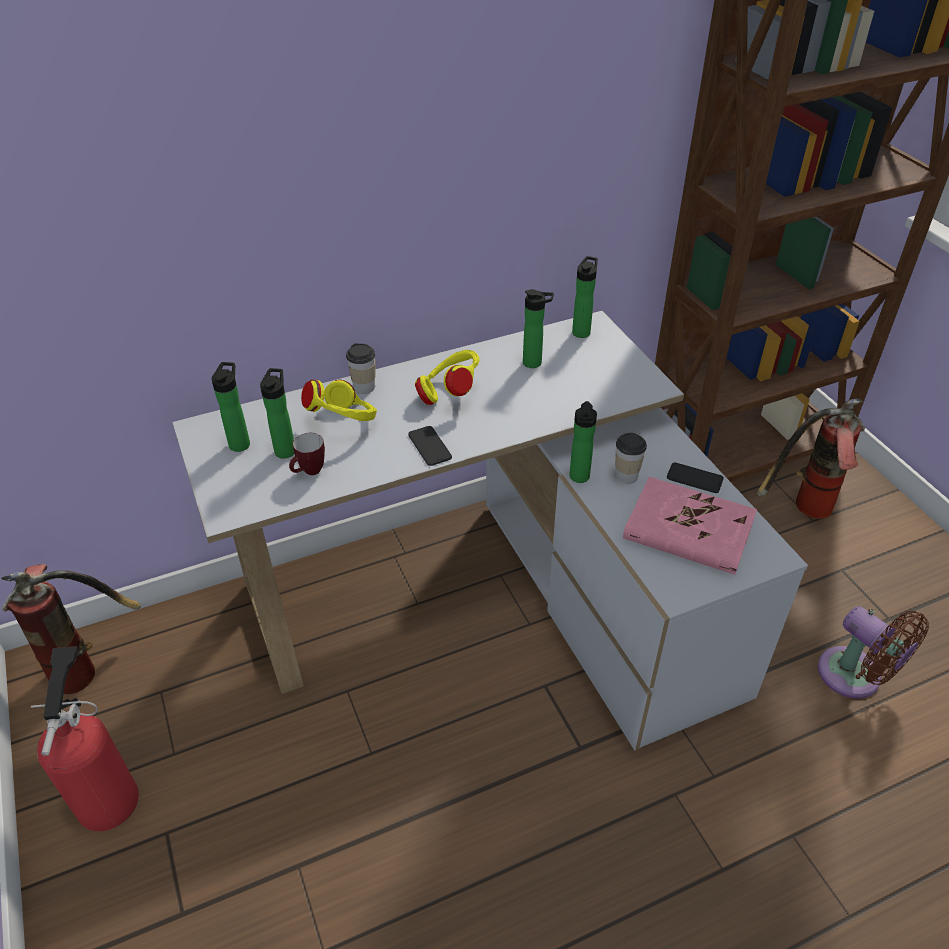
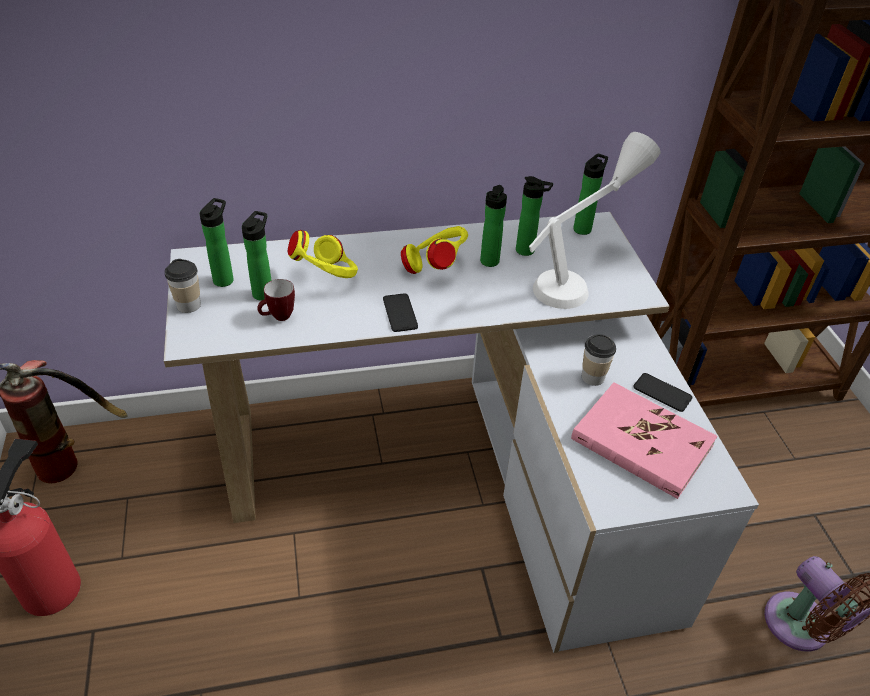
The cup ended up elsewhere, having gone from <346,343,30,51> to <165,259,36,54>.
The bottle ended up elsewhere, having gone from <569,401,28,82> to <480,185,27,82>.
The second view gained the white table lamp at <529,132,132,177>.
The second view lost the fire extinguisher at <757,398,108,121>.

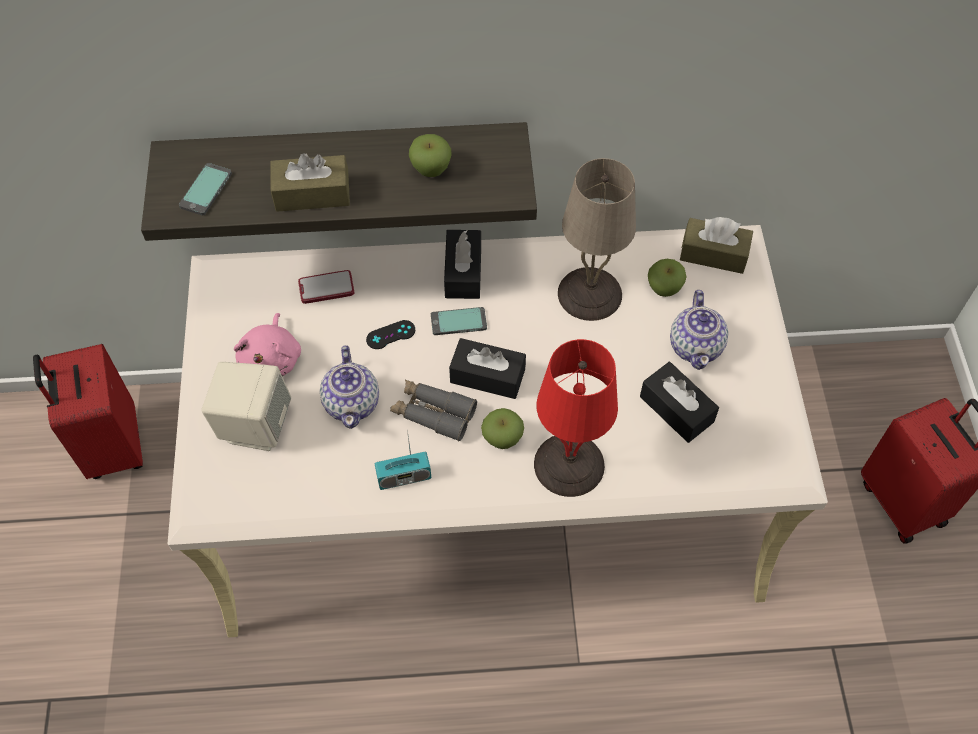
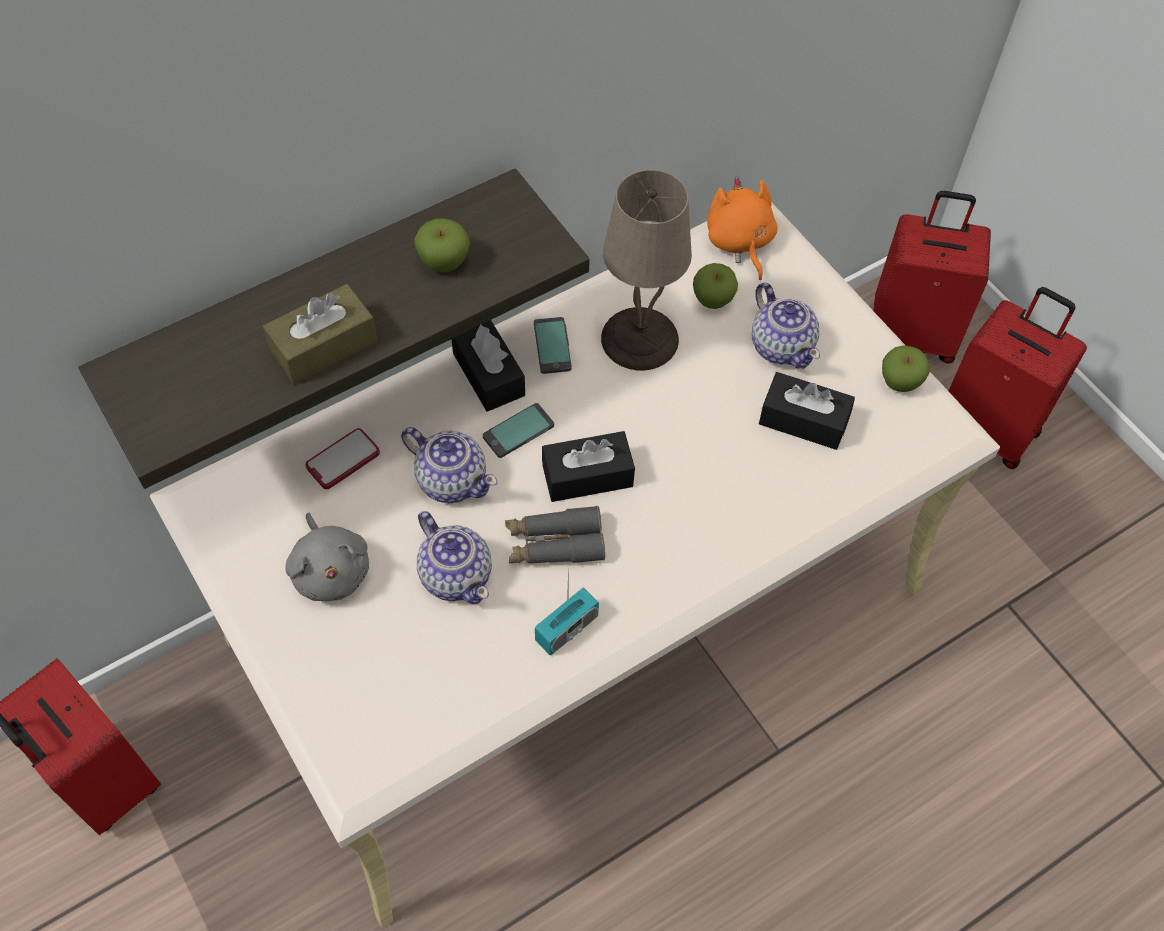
What was the pink plush toy at <234,313,67,63> turned into the grey plush toy at <285,513,84,88>.
Where the black game controller stood at <366,320,49,29>, the teapot came to stand at <401,427,96,76>.
The phone ended up elsewhere, having gone from <179,163,53,53> to <534,317,38,57>.
Where the brown tissue box stood at <680,217,73,57>, the orange plush toy came to stand at <707,176,71,104>.
The second view gained the red suitcase at <873,191,118,173>.
The apple ended up elsewhere, having gone from <481,408,43,41> to <882,346,48,46>.
The second view lost the beige speaker at <201,362,90,89>.
The second view lost the red table lamp at <534,339,84,158>.

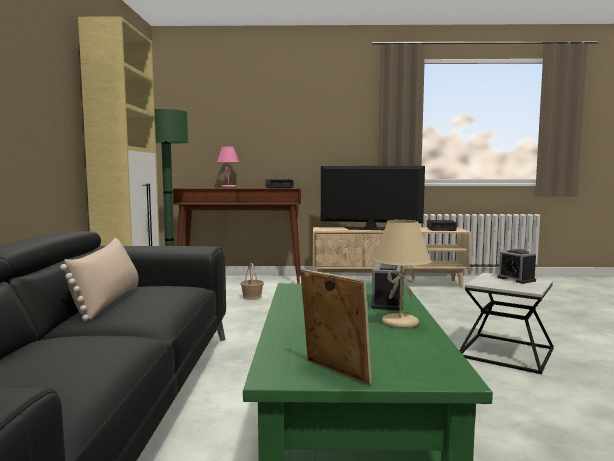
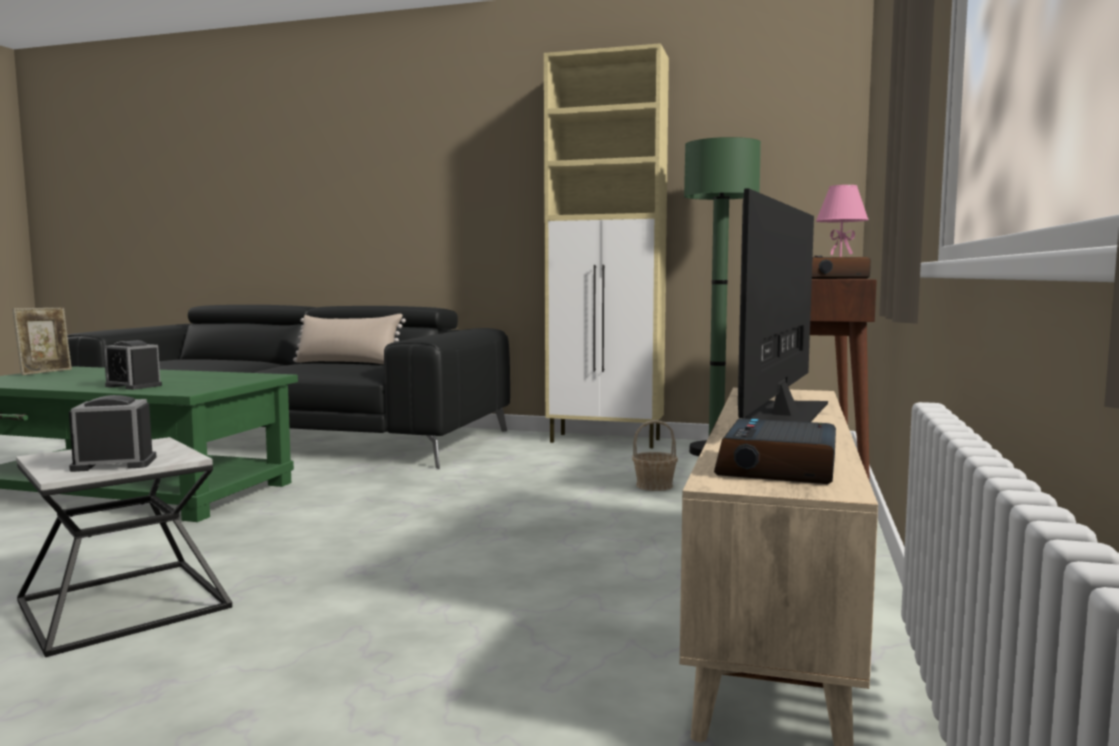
The picture frame at <300,269,72,116> ended up facing another way, 45 degrees counterclockwise from before.
The second view lost the beige table lamp at <373,220,59,109>.

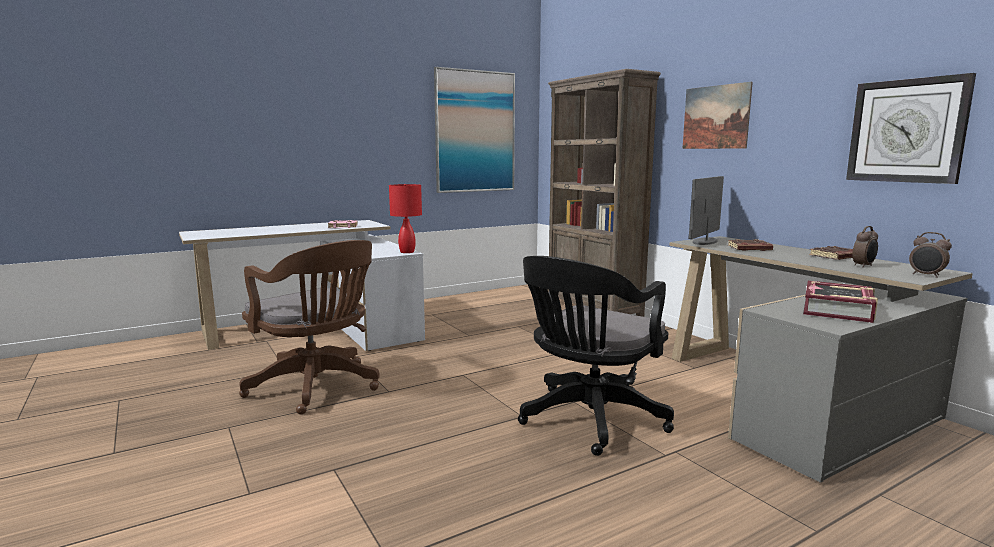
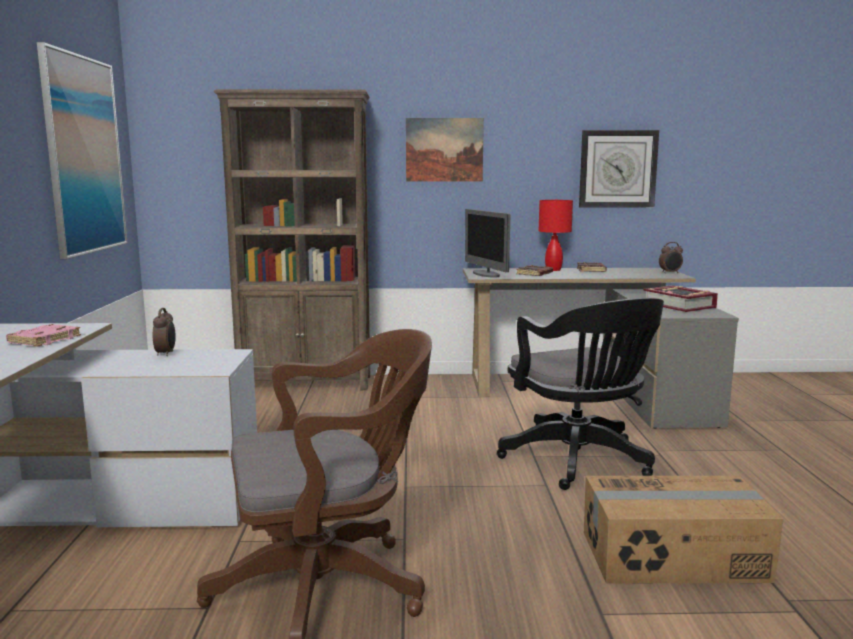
The alarm clock ended up elsewhere, having gone from <852,226,26,42> to <152,308,24,48>.
The red table lamp ended up elsewhere, having gone from <389,184,33,69> to <539,199,34,72>.
The second view gained the cardboard box at <584,476,199,107>.

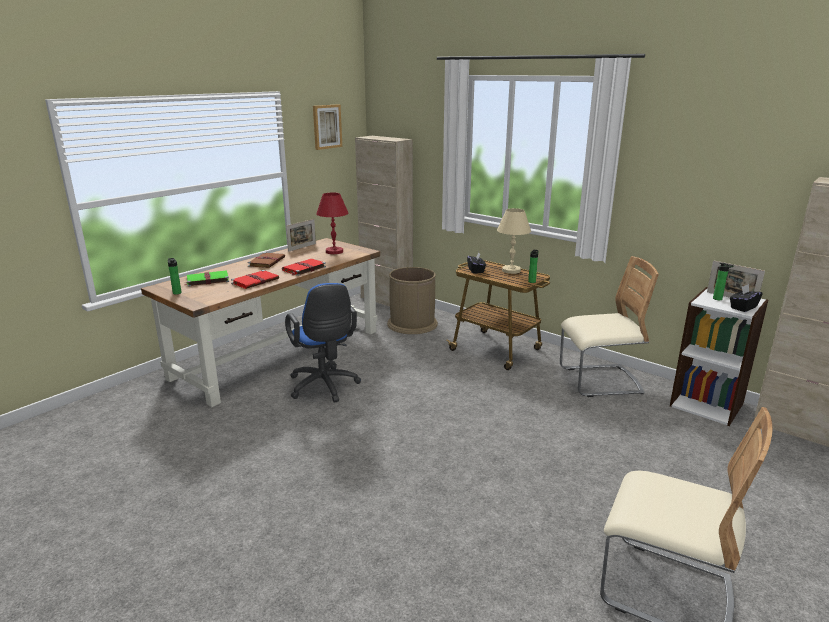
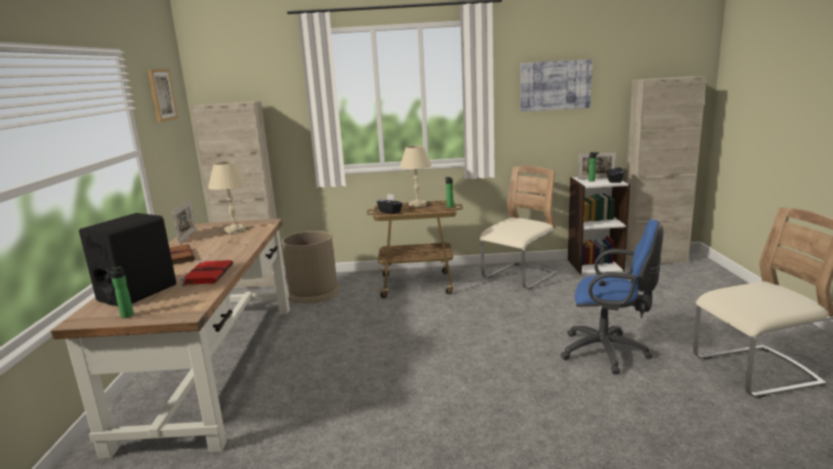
Where the green book stood at <185,270,44,17>, the black speaker came to stand at <79,213,97,93>.
What was the red table lamp at <316,193,32,61> turned into the beige table lamp at <208,161,40,73>.
The second view gained the picture at <520,59,72,53>.
The blue office chair ended up elsewhere, having gone from <285,283,76,120> to <561,220,102,154>.
The second view lost the red book at <282,259,44,17>.

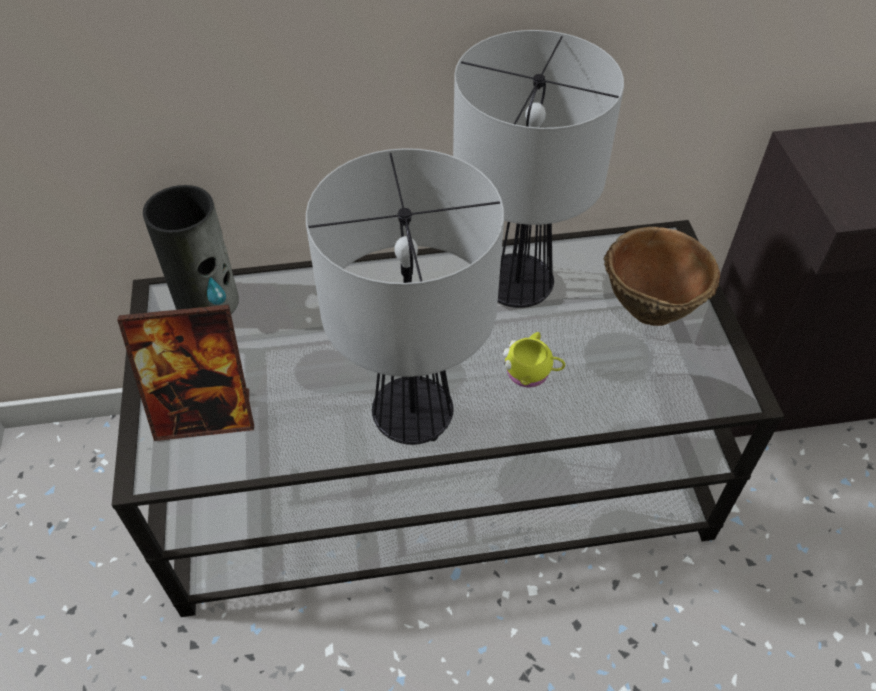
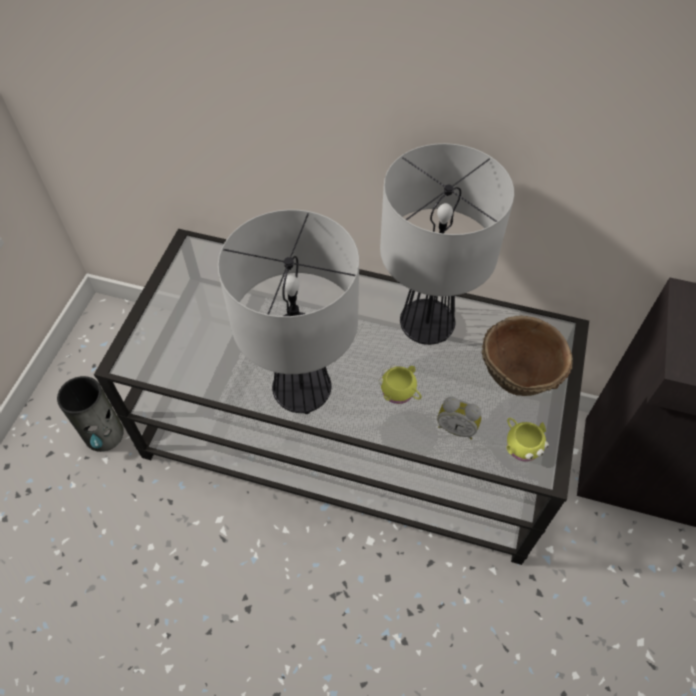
The vase ended up elsewhere, having gone from <143,185,96,129> to <57,376,67,76>.
The second view gained the alarm clock at <437,397,45,43>.
The second view gained the yellow mug at <506,417,43,45>.
The second view lost the picture frame at <117,305,137,136>.

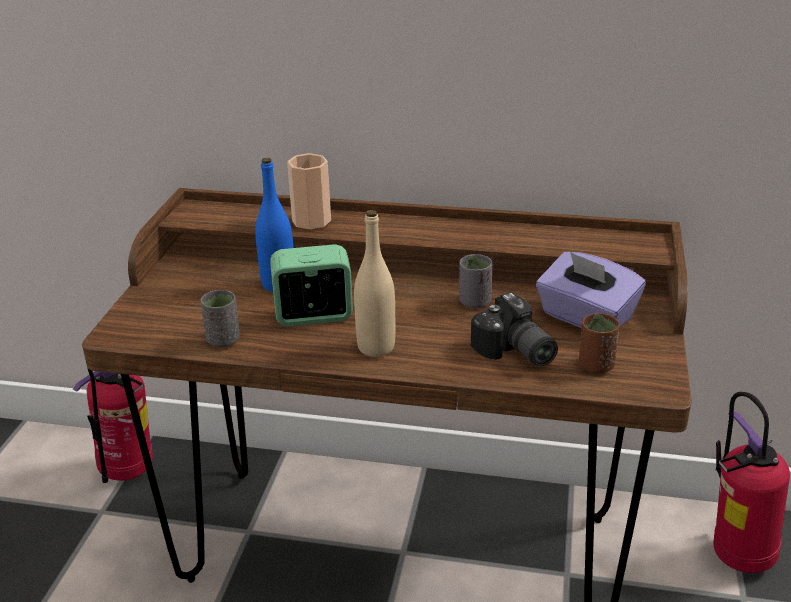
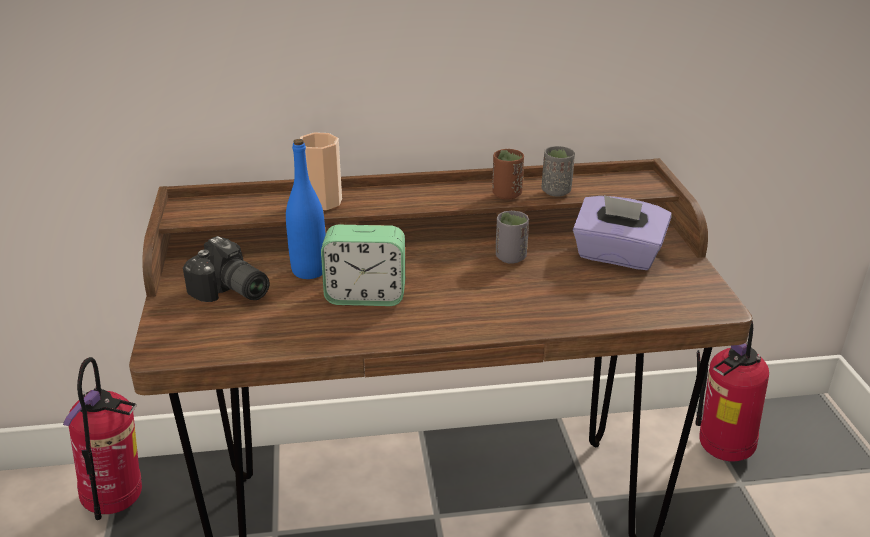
The photo camera ended up elsewhere, having gone from <471,292,87,74> to <183,236,87,66>.
The alarm clock at <270,245,83,82> ended up facing another way, 150 degrees counterclockwise from before.
The brown cup ended up elsewhere, having gone from <579,313,41,61> to <492,149,32,51>.
The grey cup ended up elsewhere, having gone from <200,290,40,57> to <541,146,34,51>.
The second view lost the beige bottle at <354,210,41,147>.

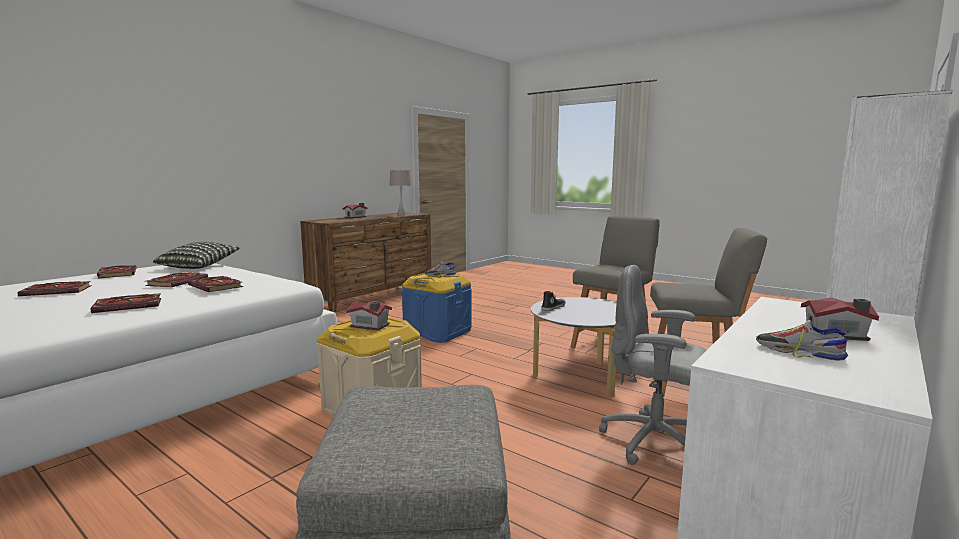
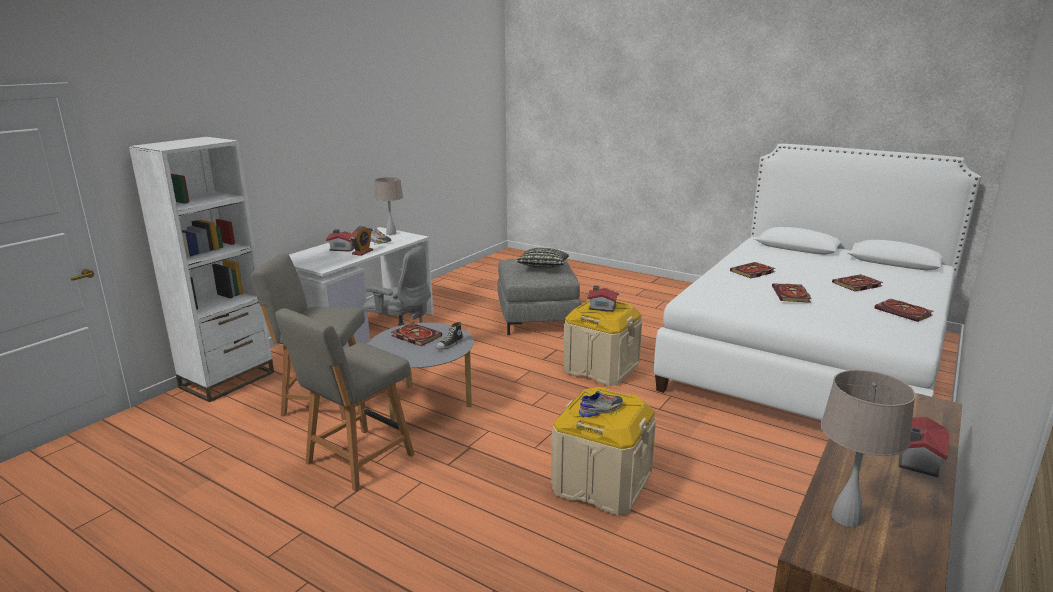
The second view gained the alarm clock at <350,226,23,30>.
The second view gained the beige table lamp at <374,177,29,58>.
The book ended up elsewhere, having gone from <188,276,55,16> to <391,323,51,23>.
The pillow ended up elsewhere, having gone from <153,242,87,27> to <516,248,53,21>.
What was the blue storage box at <402,273,70,70> turned into the beige storage box at <551,387,105,128>.

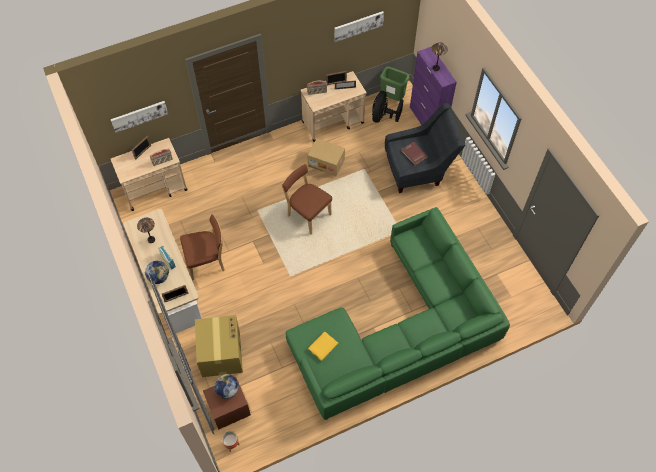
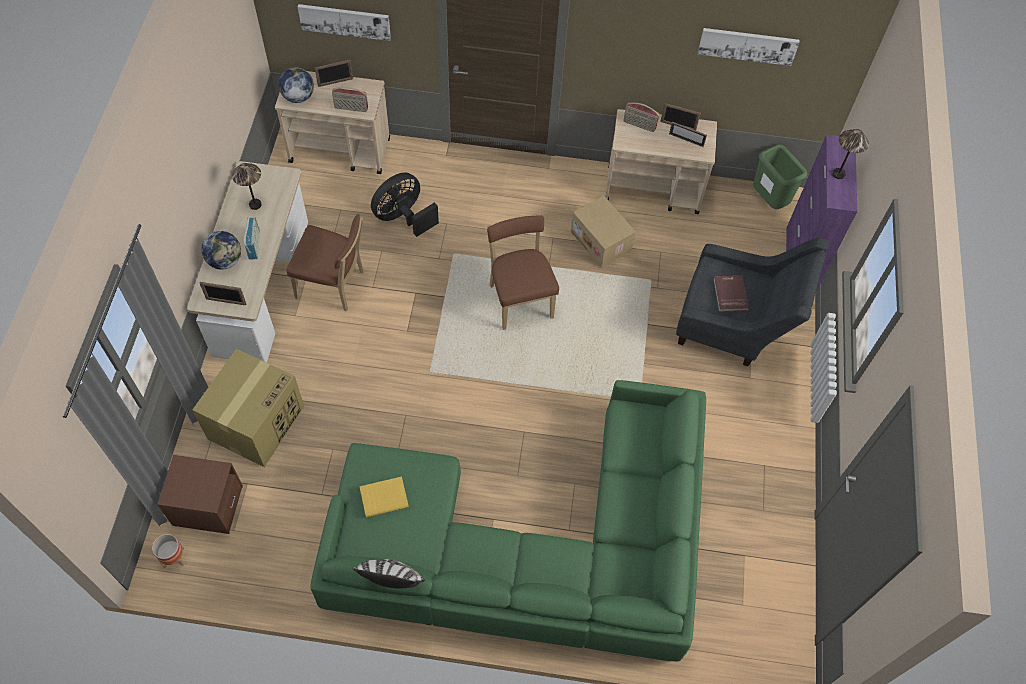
The globe ended up elsewhere, having gone from <214,374,25,25> to <278,67,36,36>.
The second view gained the pillow at <352,559,73,30>.
The black fan ended up elsewhere, having gone from <372,91,31,32> to <371,173,68,64>.

